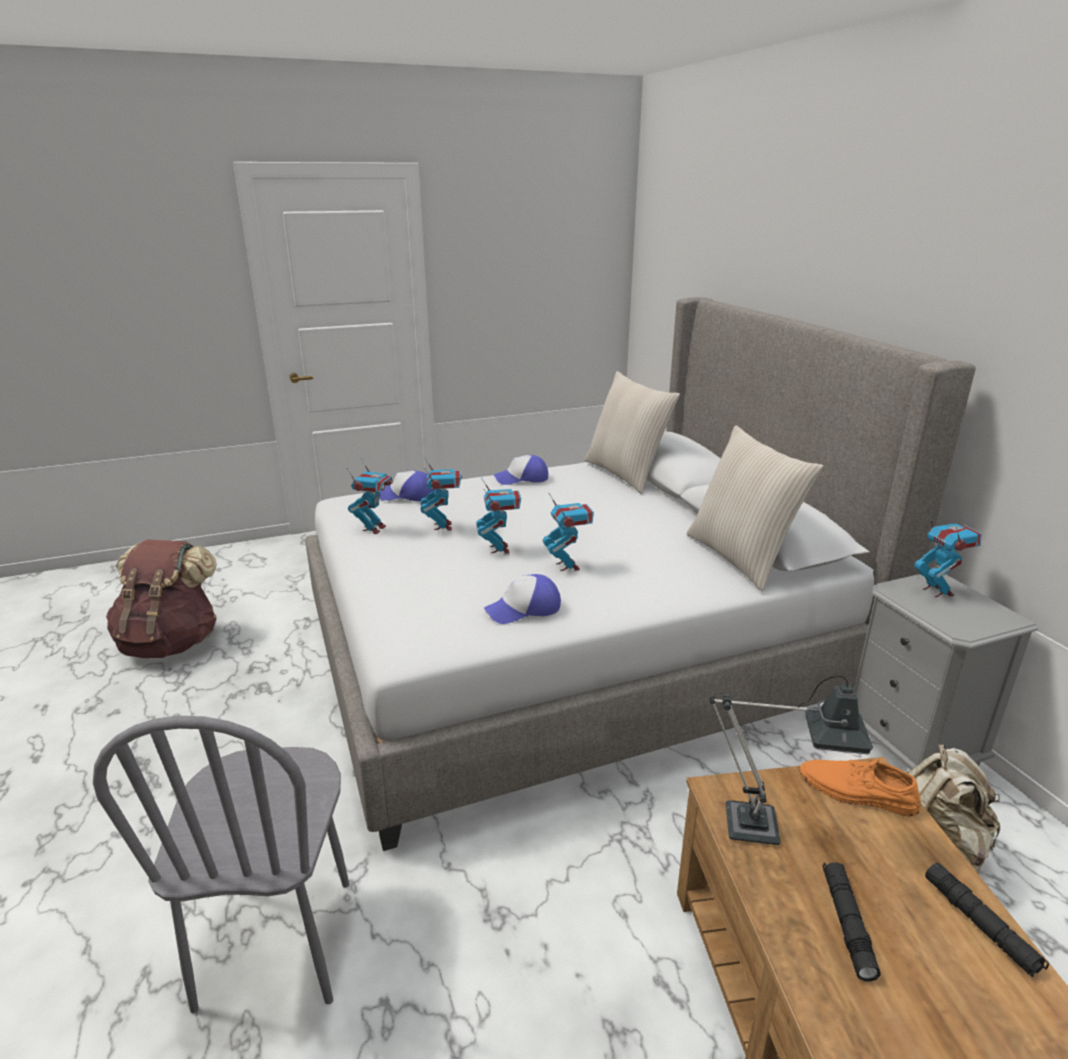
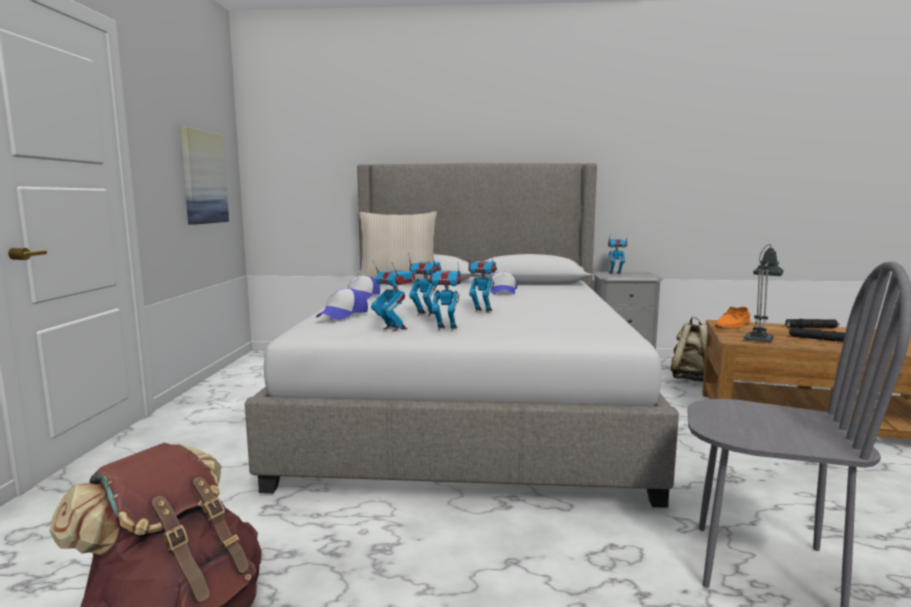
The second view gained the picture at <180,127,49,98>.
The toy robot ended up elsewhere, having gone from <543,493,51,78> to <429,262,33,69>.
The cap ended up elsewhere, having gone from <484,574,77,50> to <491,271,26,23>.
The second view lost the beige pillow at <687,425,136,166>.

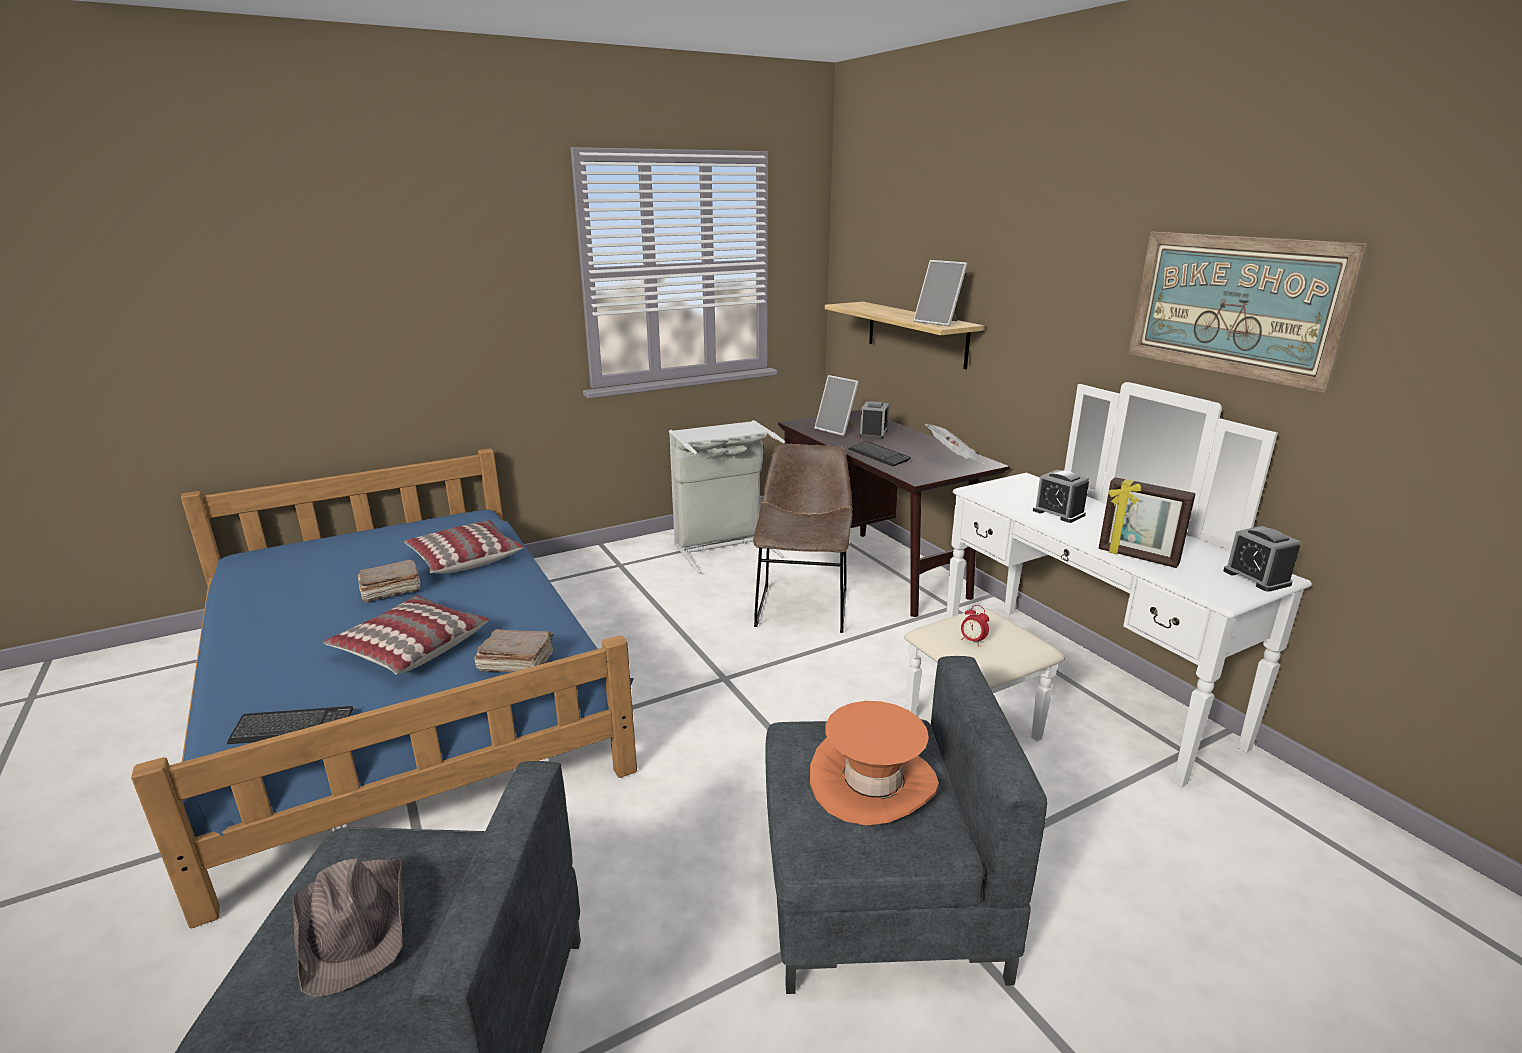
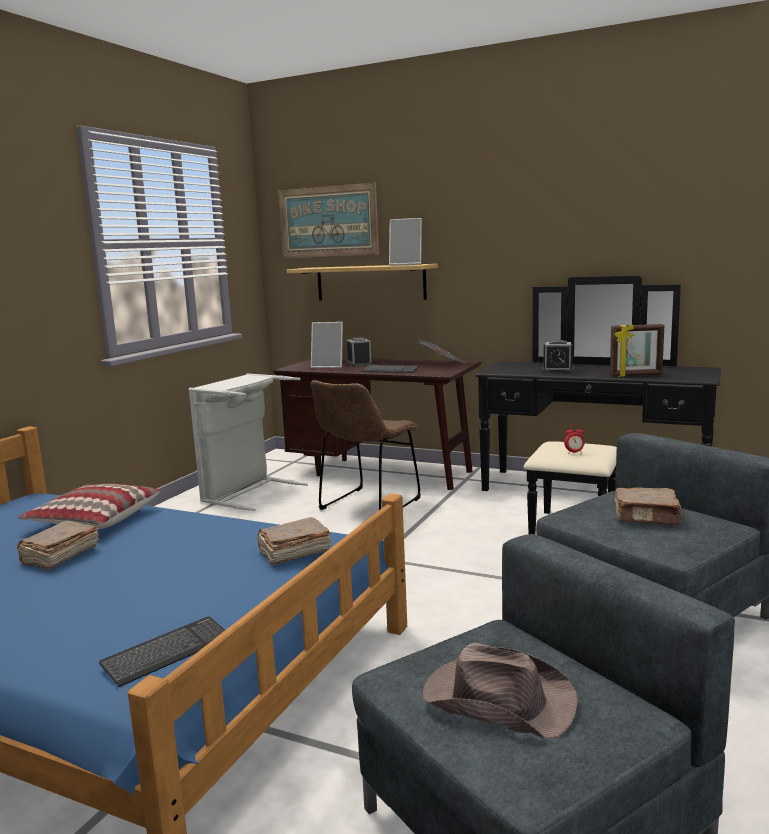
The picture ended up elsewhere, having gone from <1129,232,240,161> to <278,183,101,75>.
The brown chair at <753,444,100,189> ended up facing another way, 120 degrees counterclockwise from before.
What was the white dresser at <905,382,407,405> turned into the black dresser at <475,276,246,259>.
Where the orange hat stood at <810,701,129,125>, the brown book came to stand at <614,487,69,38>.
The second view lost the pillow at <323,595,166,79>.
The second view lost the alarm clock at <1223,526,78,66>.

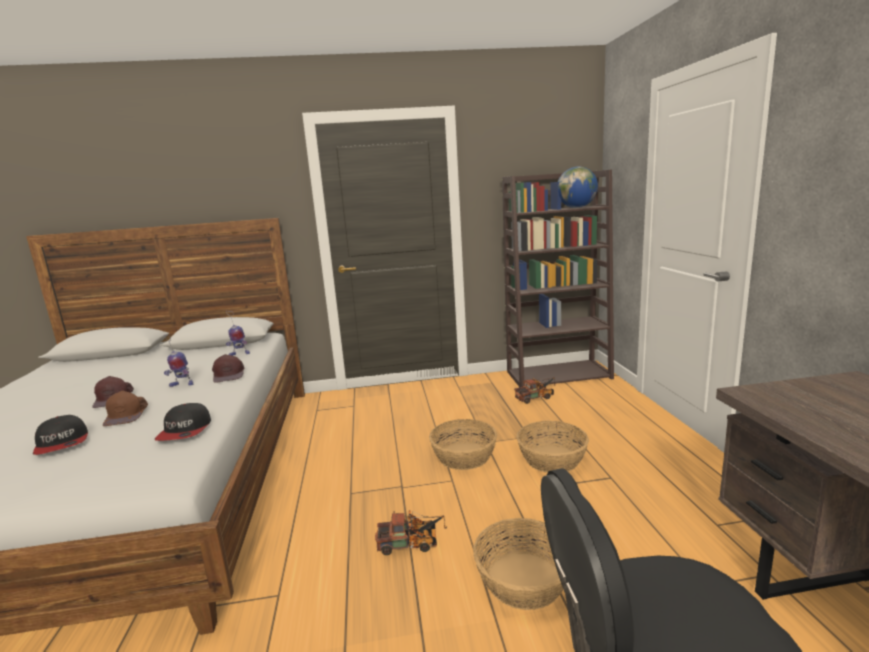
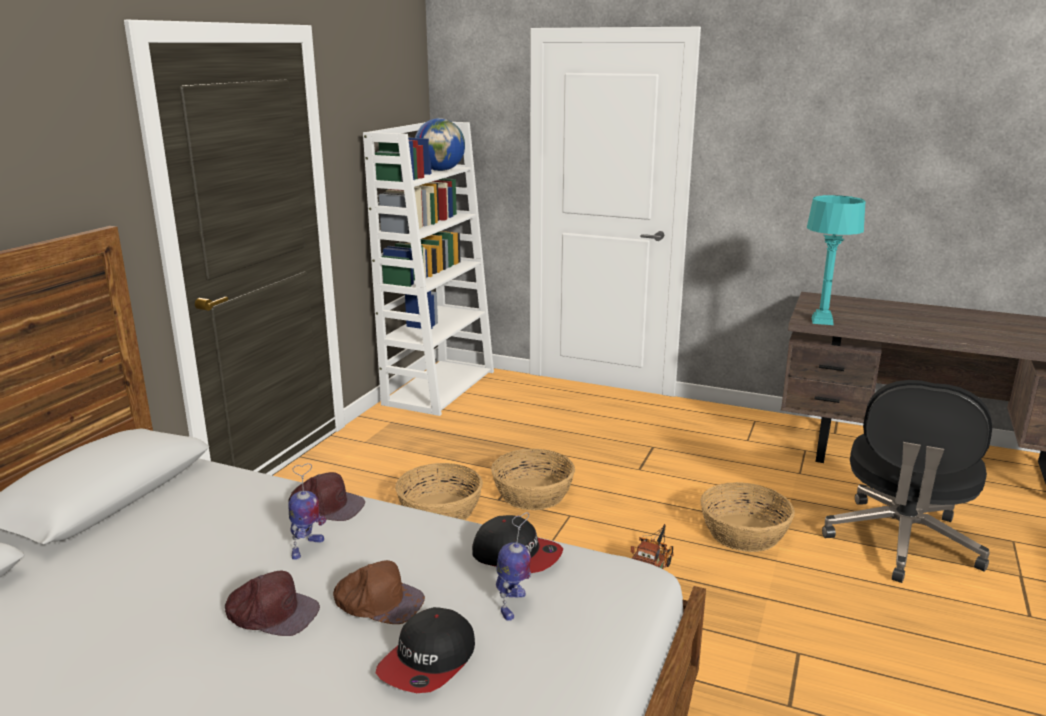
What was the brown bookcase at <502,170,112,217> turned into the white bookcase at <363,122,131,294>.
The cap at <33,415,55,40> ended up facing another way, 120 degrees clockwise from before.
The basket ended up elsewhere, having gone from <516,421,73,52> to <395,463,88,57>.
The toy robot ended up elsewhere, having gone from <226,312,24,44> to <496,512,35,109>.
The second view gained the turquoise table lamp at <807,195,59,130>.
The second view lost the toy truck at <514,377,42,27>.

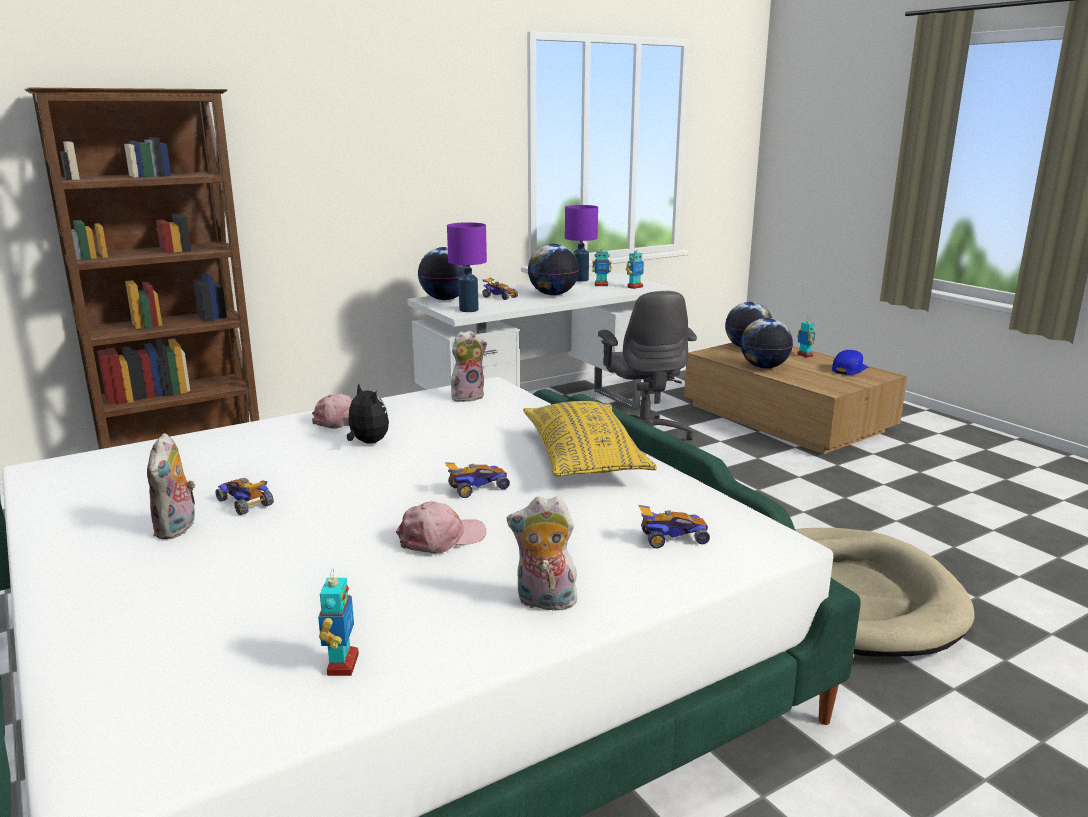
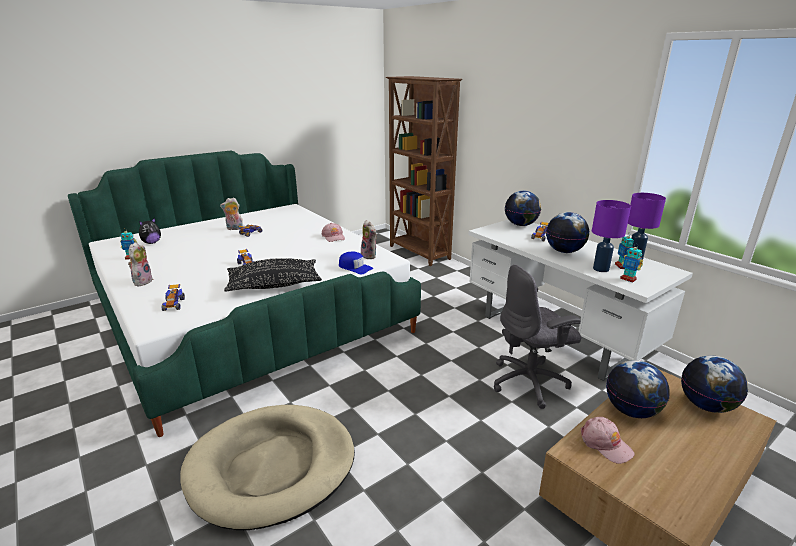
The plush toy ended up elsewhere, having gone from <343,383,46,61> to <139,218,22,26>.
What was the yellow pillow at <523,401,134,76> turned into the black pillow at <224,258,98,34>.
The blue cap ended up elsewhere, having gone from <832,350,37,25> to <339,251,34,24>.
The pink cap ended up elsewhere, having gone from <396,501,90,53> to <581,417,54,47>.
The purple table lamp ended up elsewhere, having gone from <447,222,40,90> to <592,200,39,72>.
The second view lost the toy robot at <797,317,18,41>.

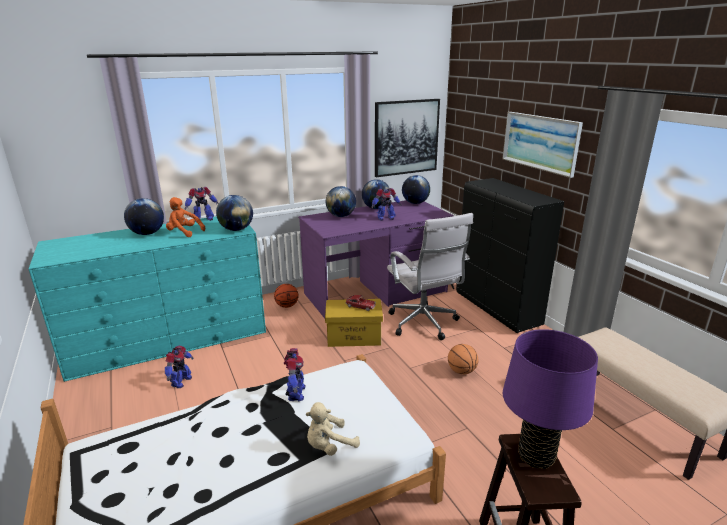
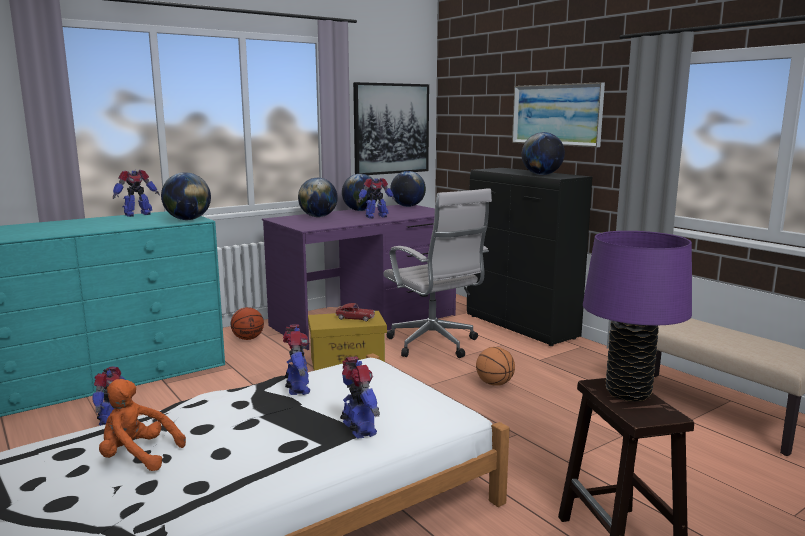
The orange plush toy ended up elsewhere, having gone from <166,197,39,40> to <99,379,87,92>.
Where the beige plush toy stood at <305,402,55,54>, the toy robot came to stand at <340,357,40,82>.
The globe ended up elsewhere, having gone from <124,198,40,37> to <522,132,43,43>.

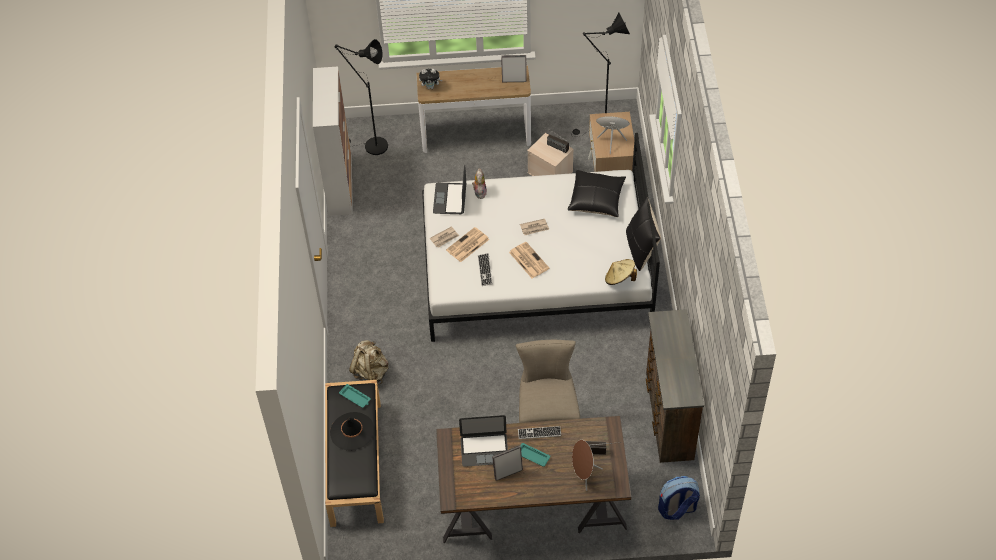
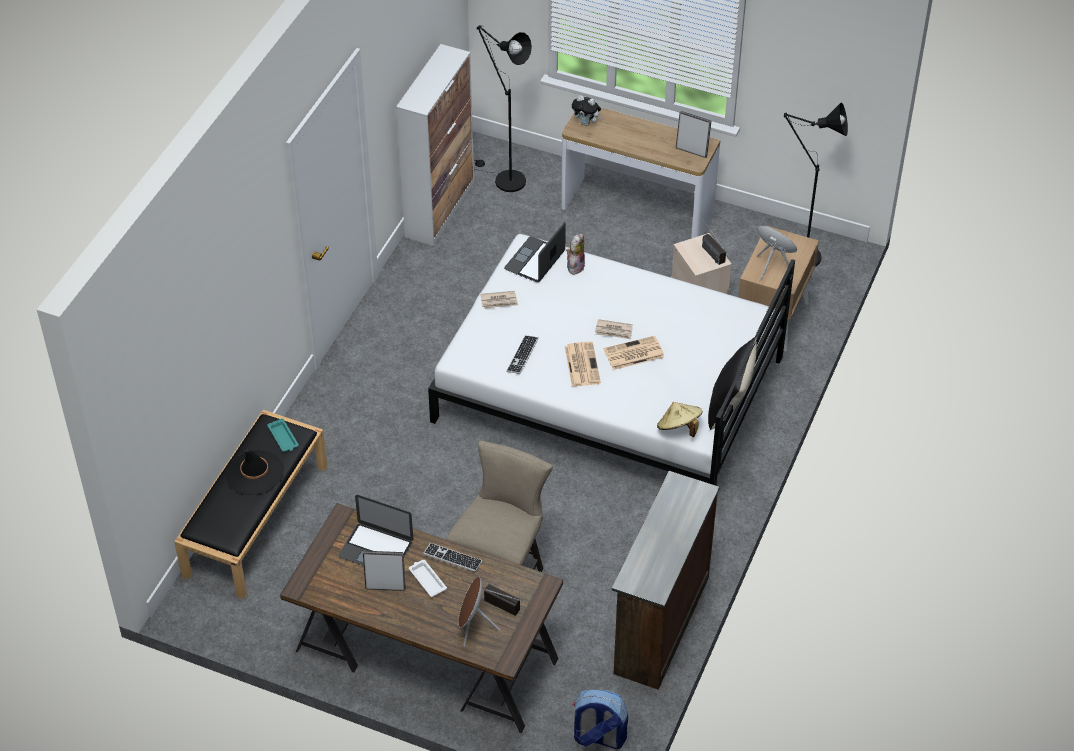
What was the turquoise tray at <520,443,30,24> turned into the white tray at <409,560,38,37>.
The newspaper ended up elsewhere, having gone from <446,227,43,35> to <604,336,60,34>.
The second view lost the beige backpack at <349,340,39,45>.
The second view lost the black pillow at <568,170,58,47>.

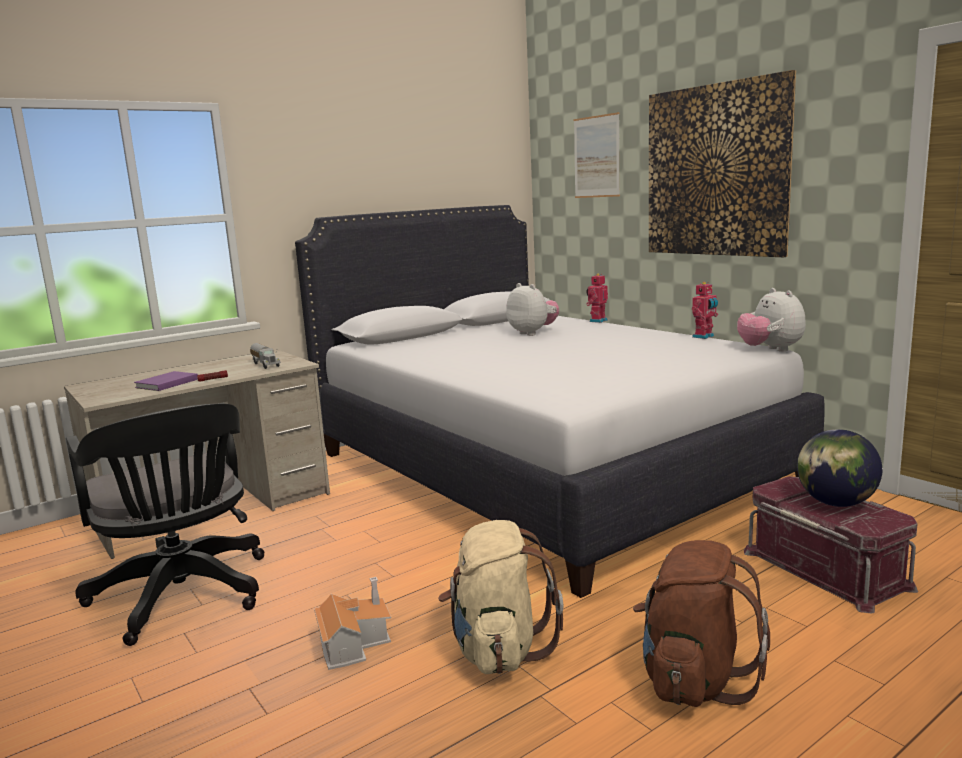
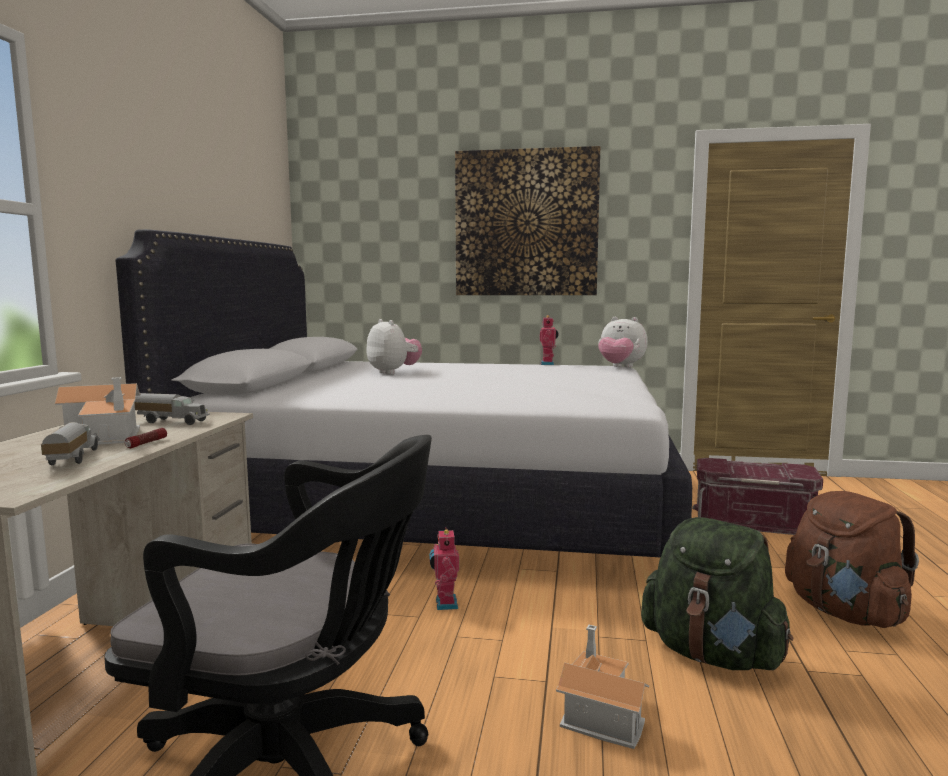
Where the purple book stood at <134,371,64,20>, the toy truck came to stand at <41,422,59,43>.
The second view gained the toy house at <55,377,86,68>.
The plush toy at <506,283,53,53> ended up facing another way, 45 degrees clockwise from before.
The toy robot ended up elsewhere, having gone from <586,274,22,49> to <429,527,30,83>.
What was the beige backpack at <438,520,126,154> turned into the green backpack at <641,517,152,153>.
The second view lost the picture at <573,112,47,86>.
The second view lost the globe at <797,429,85,78>.

